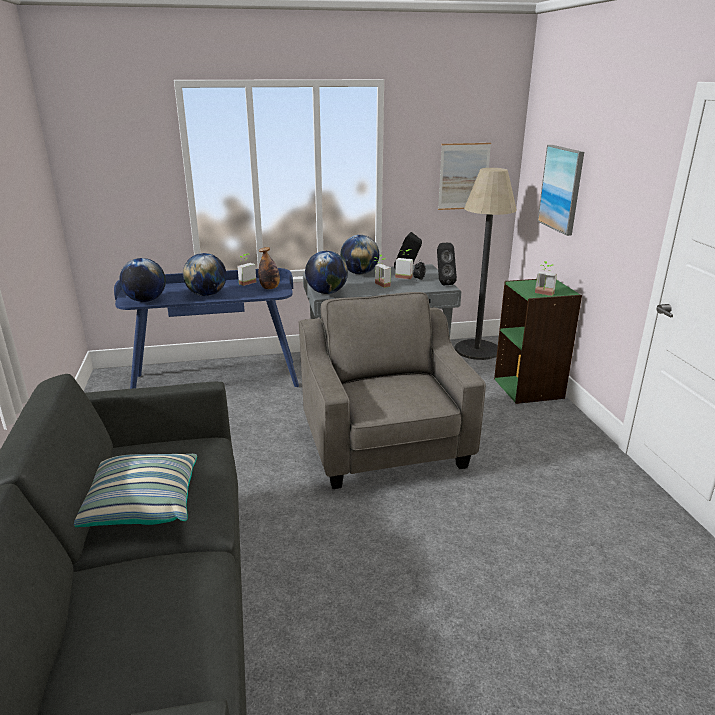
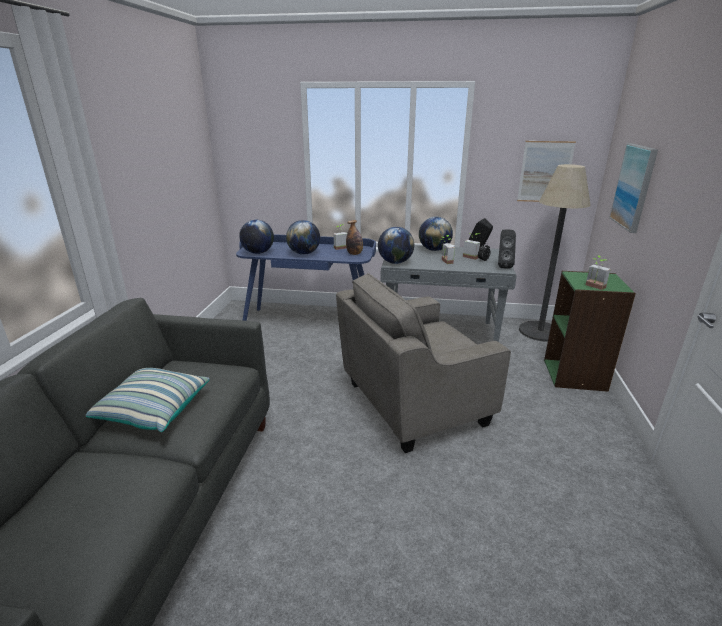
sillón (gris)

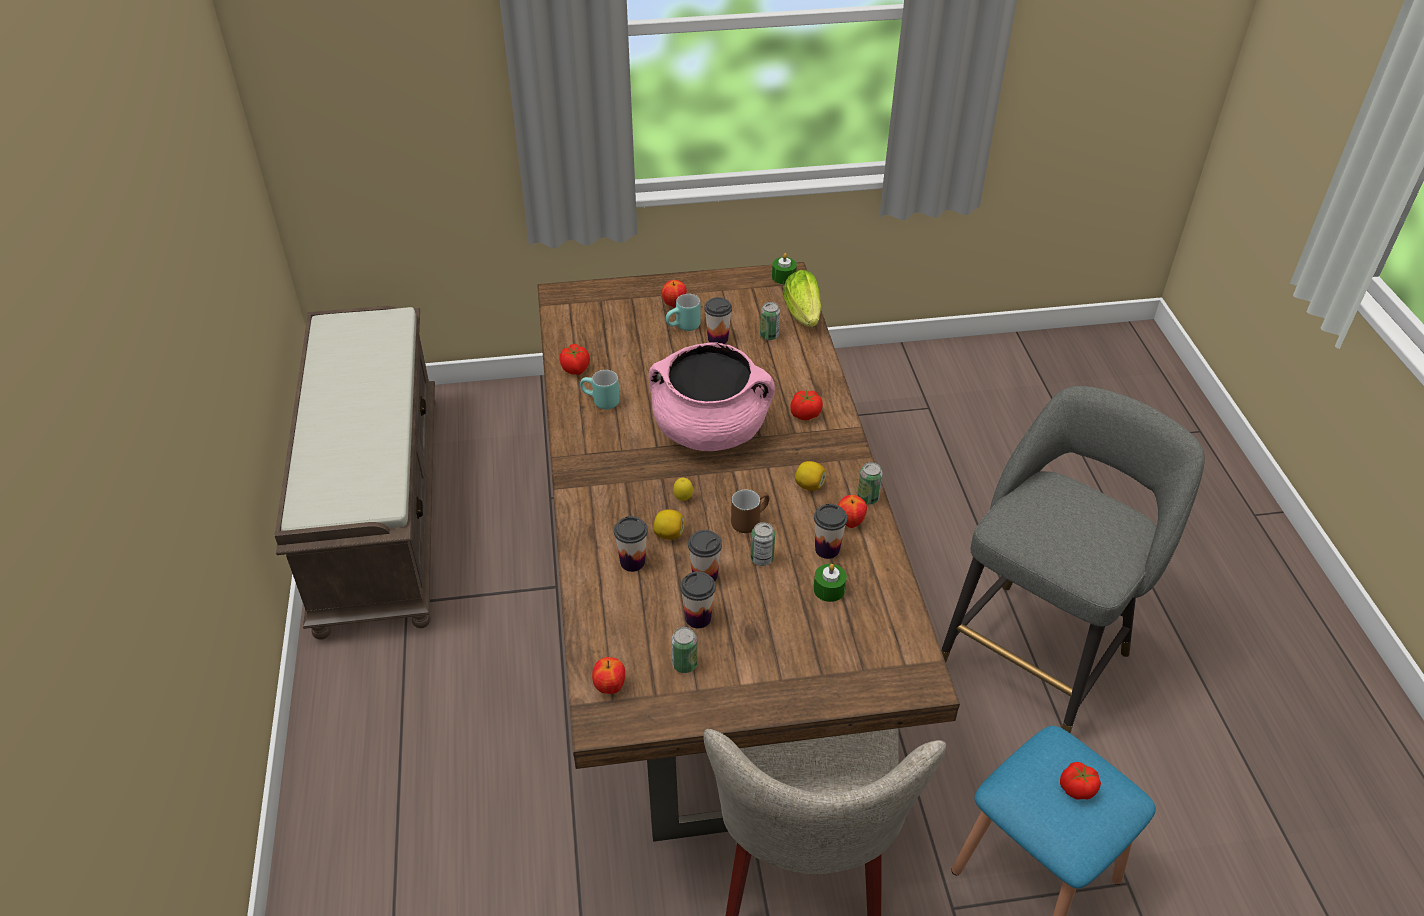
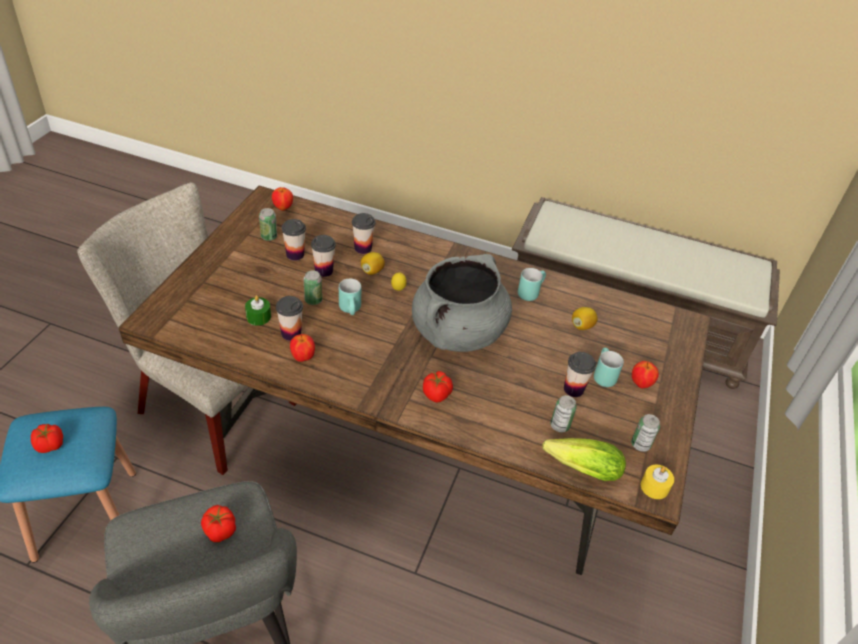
vela (amarillo); olla (gris); tomate (2nd from left); limón (3rd from left); lata (4th from left); taza grande (turquesa) (1st from left)

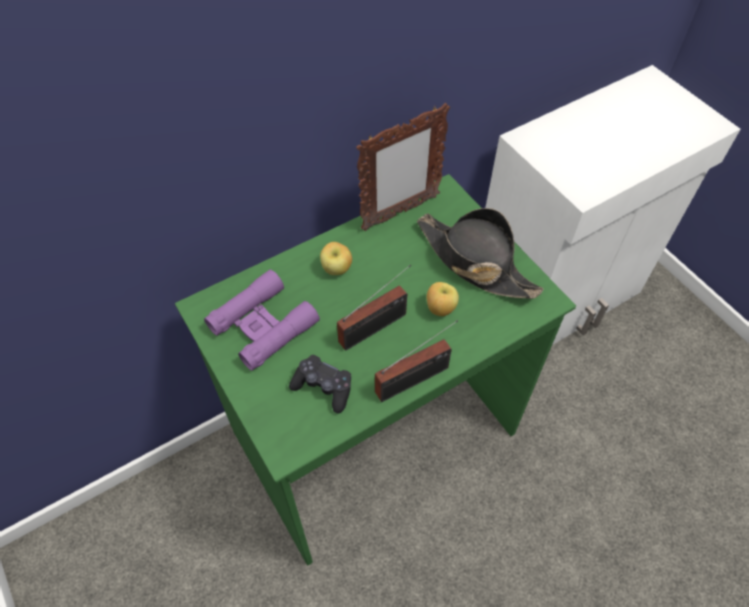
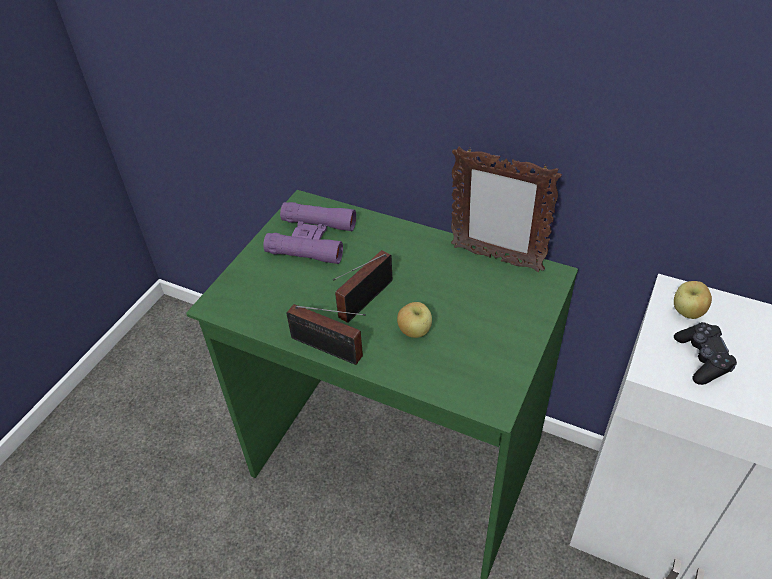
sombrero (negro); manzana (2nd from left); radio (2nd from left); mando de consola (negro)

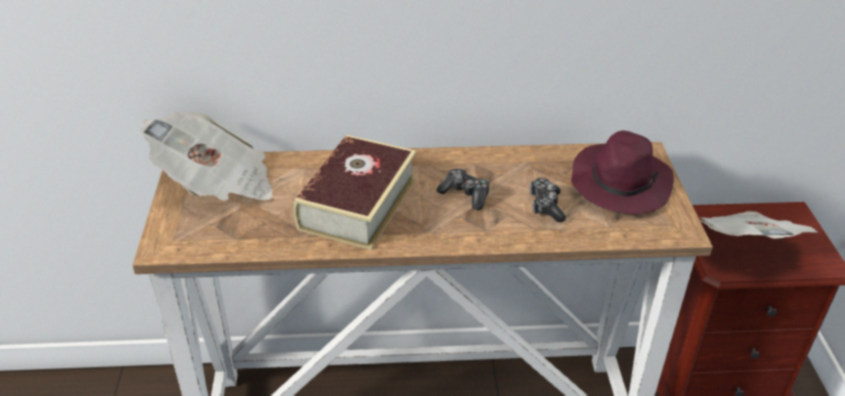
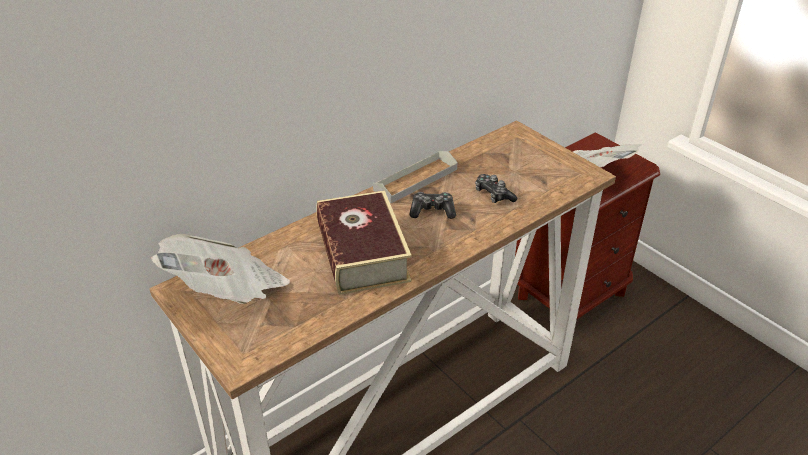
sombrero (morado); bandeja (gris)

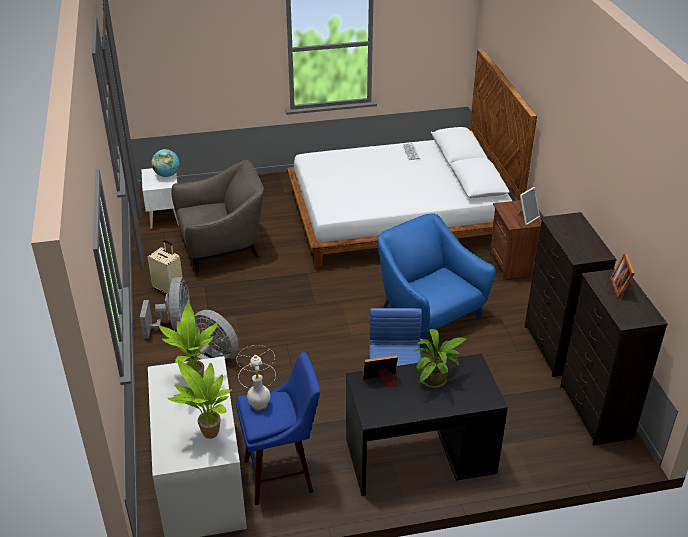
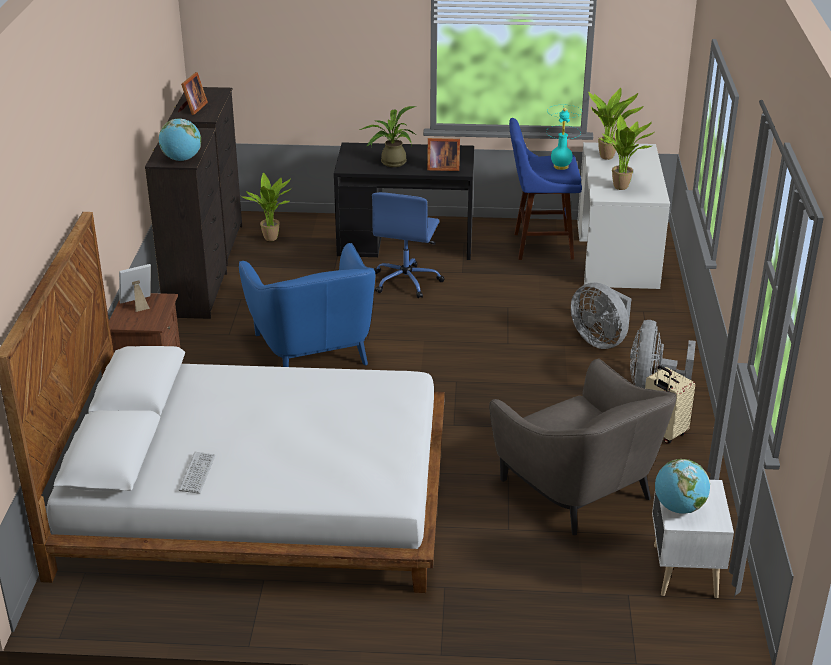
sillón (gris); lámpara de mesa (turquesa); globo terráqueo (1st from left); planta en maceta (1st from left)

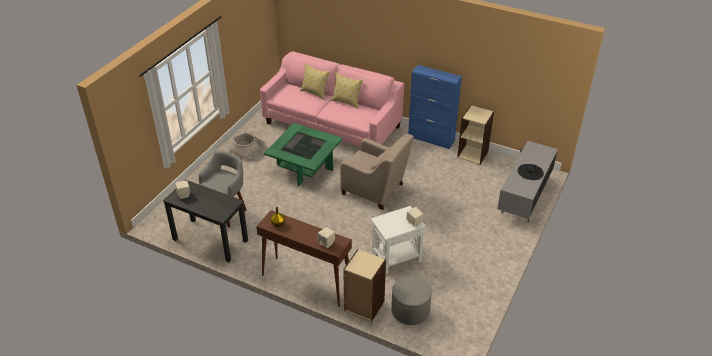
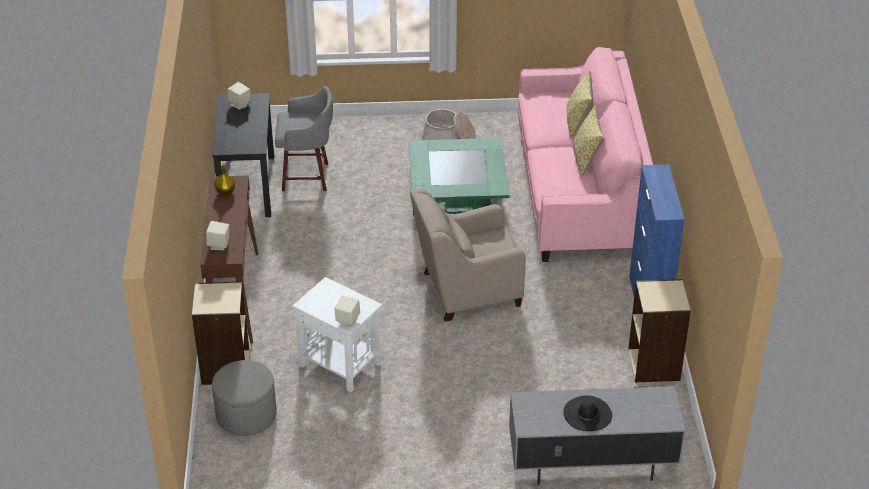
sillón (beis)

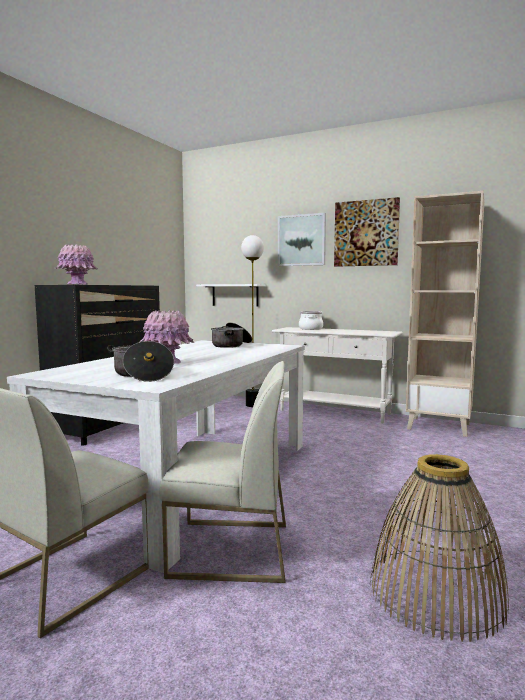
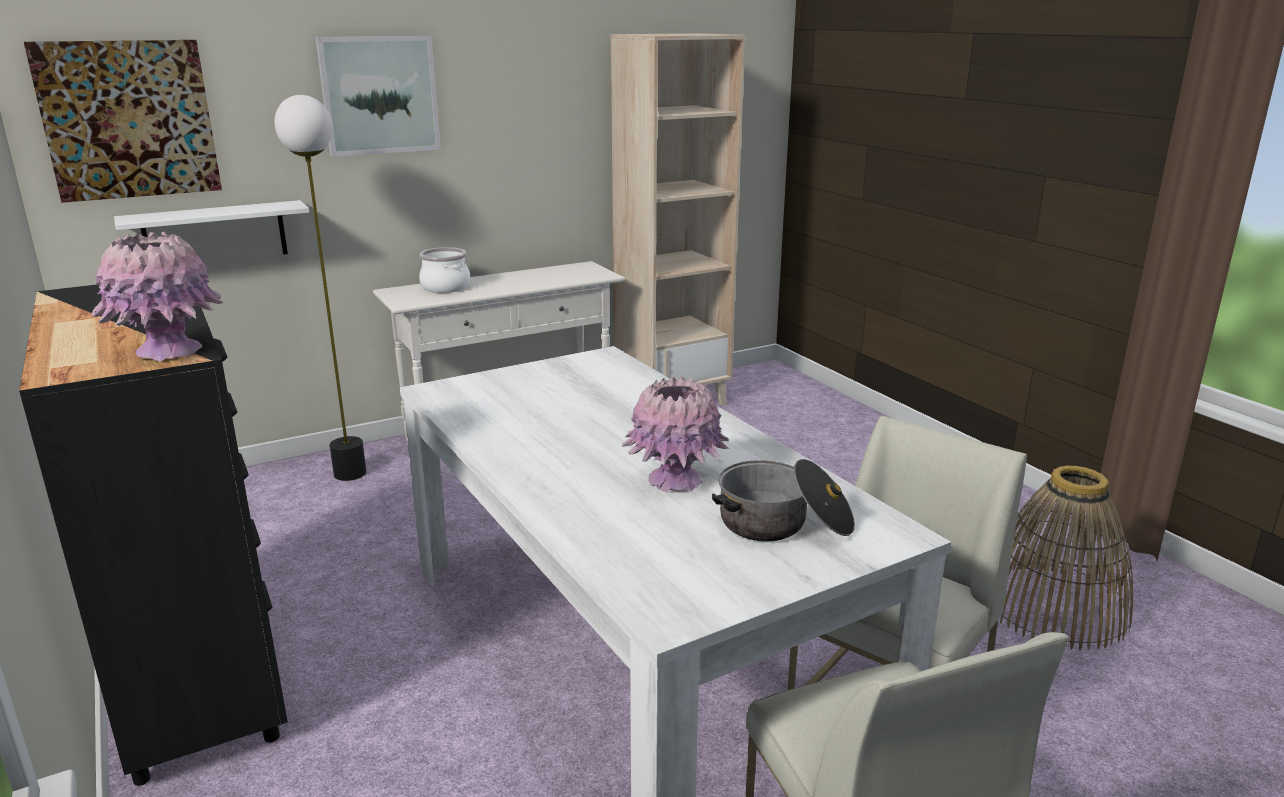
cuadro (1st from left); olla (2nd from left in the first image)

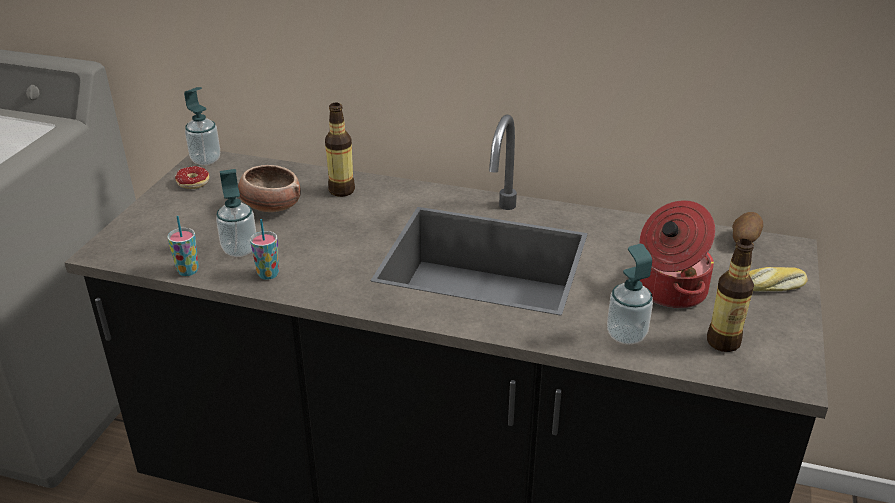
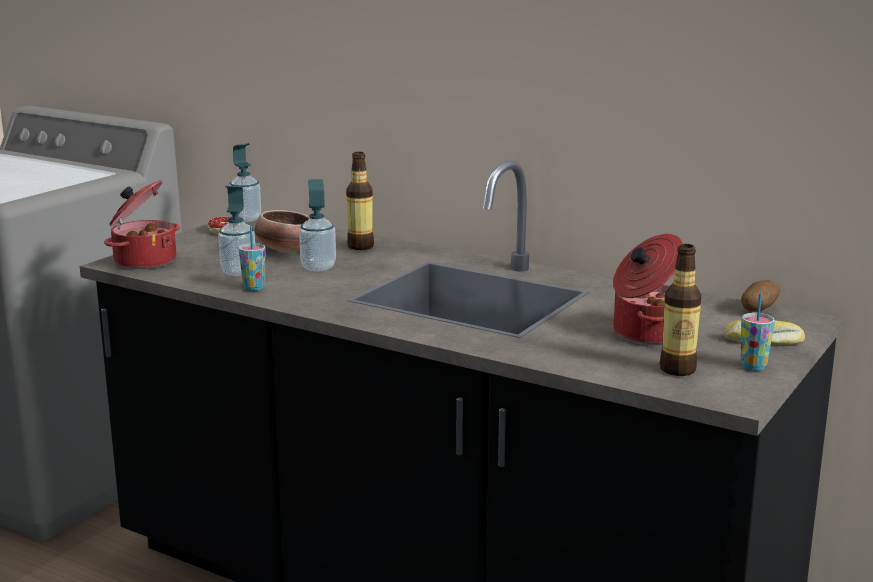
taza (2nd from left); dispensador de jabón (3rd from left); olla (1st from left)

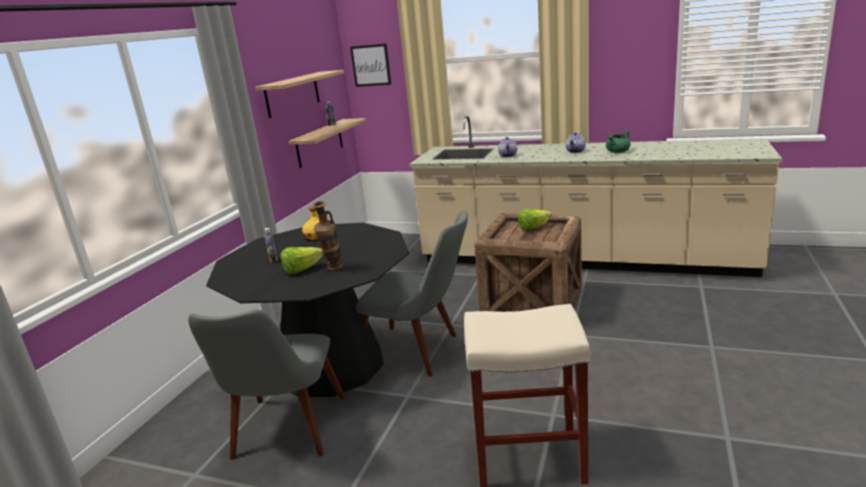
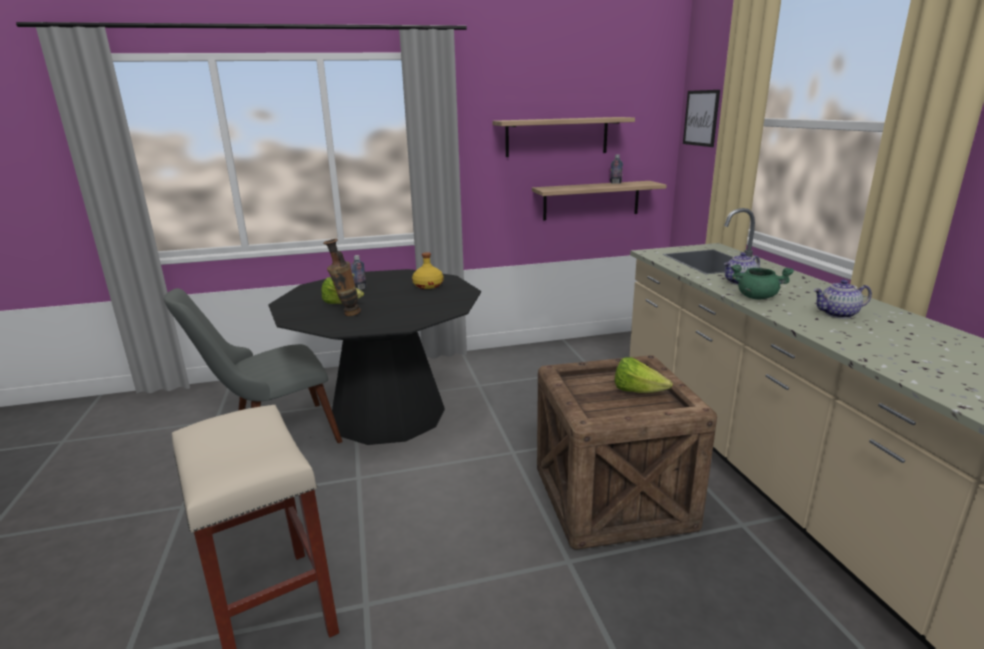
olla (verde); silla (gris) (2nd from left in the first image)

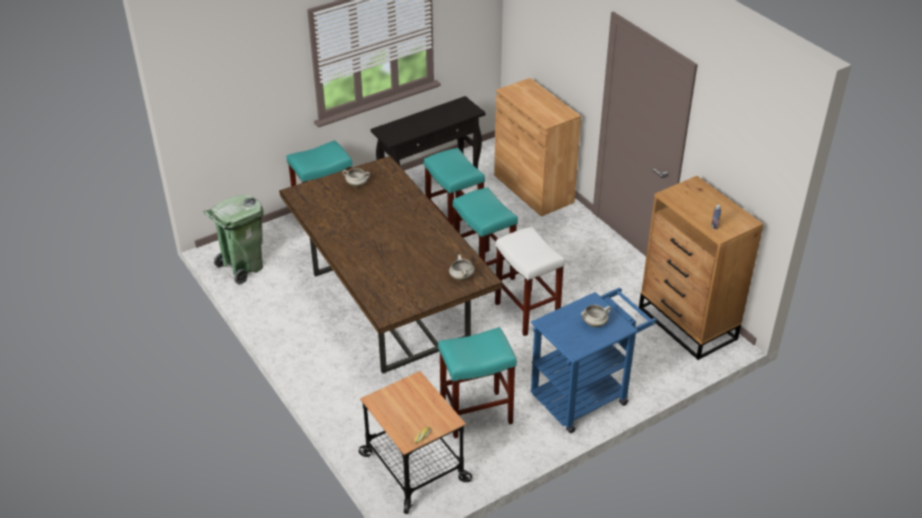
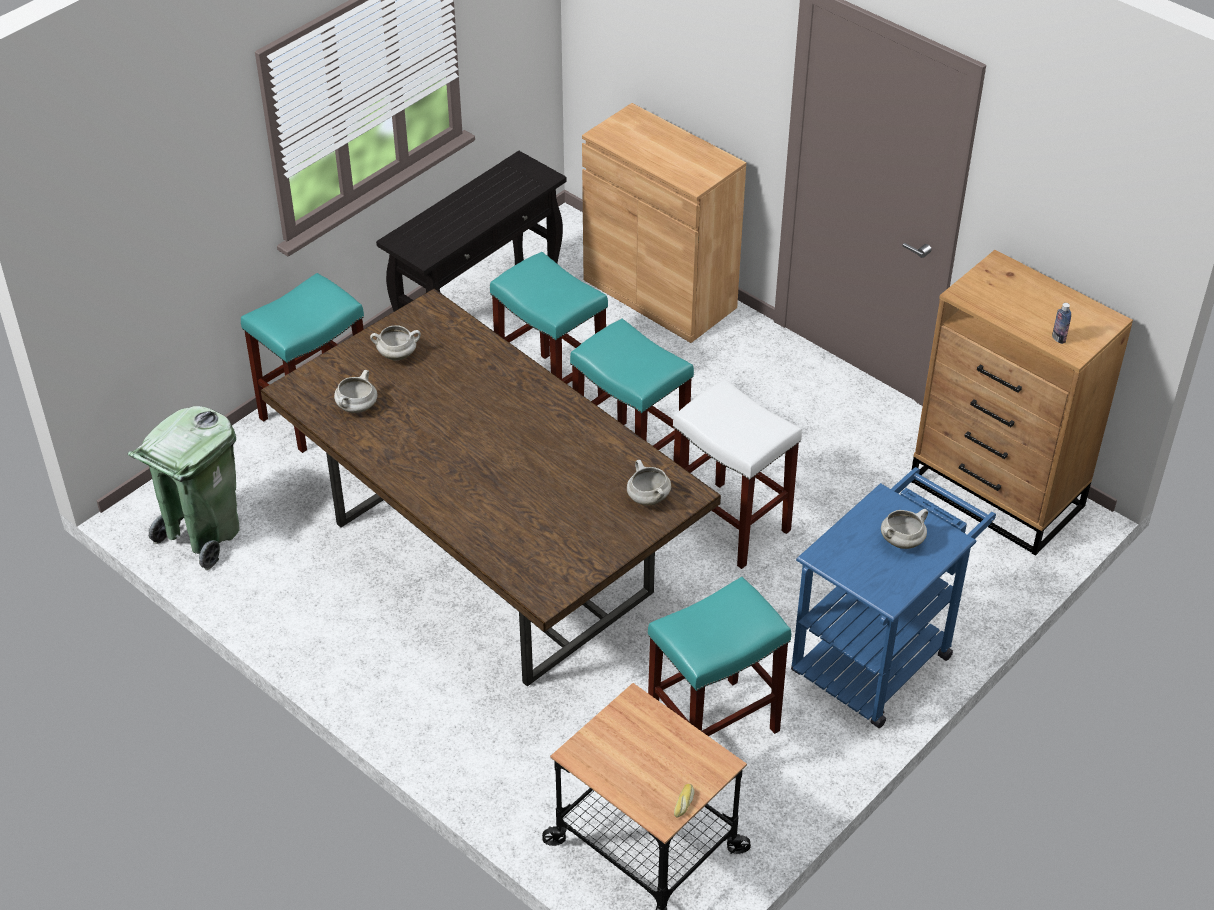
olla (blanco) (1st from left)

